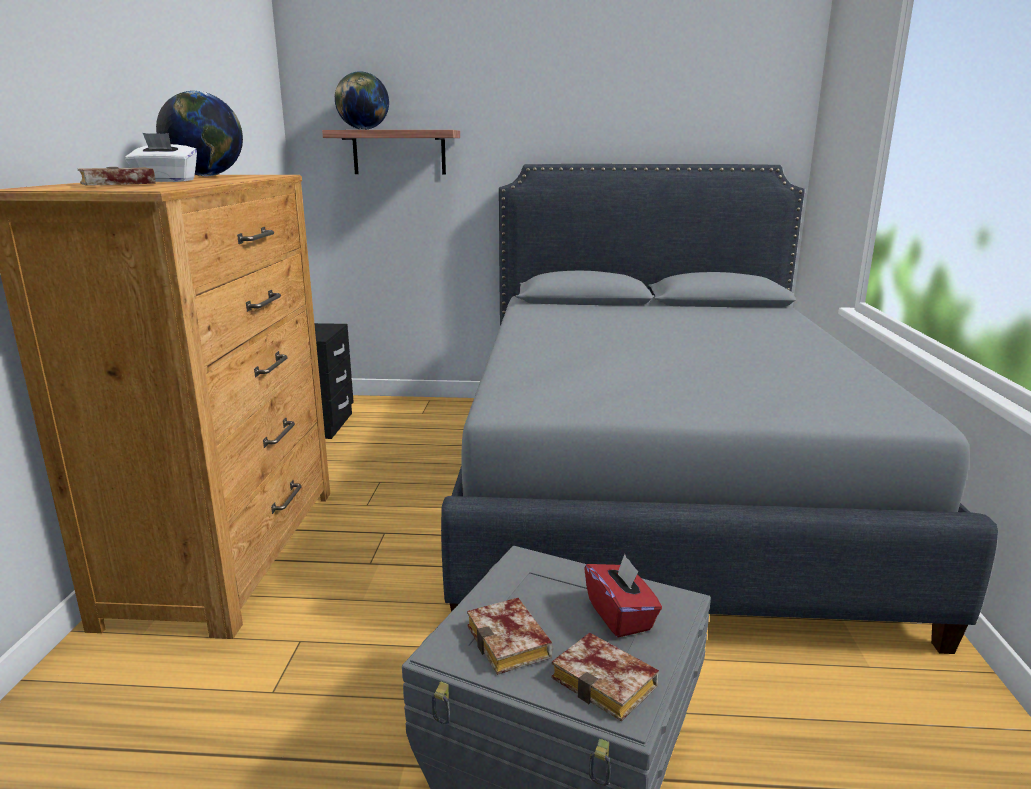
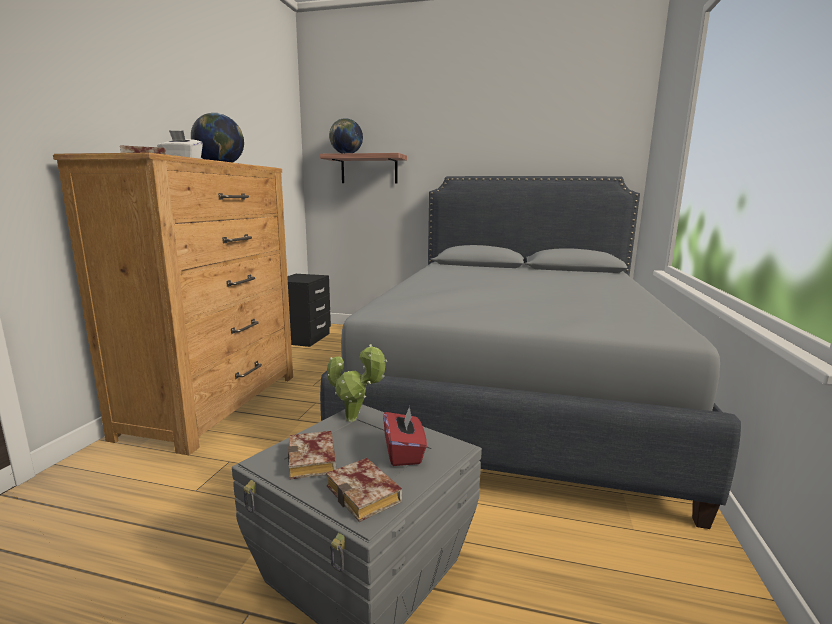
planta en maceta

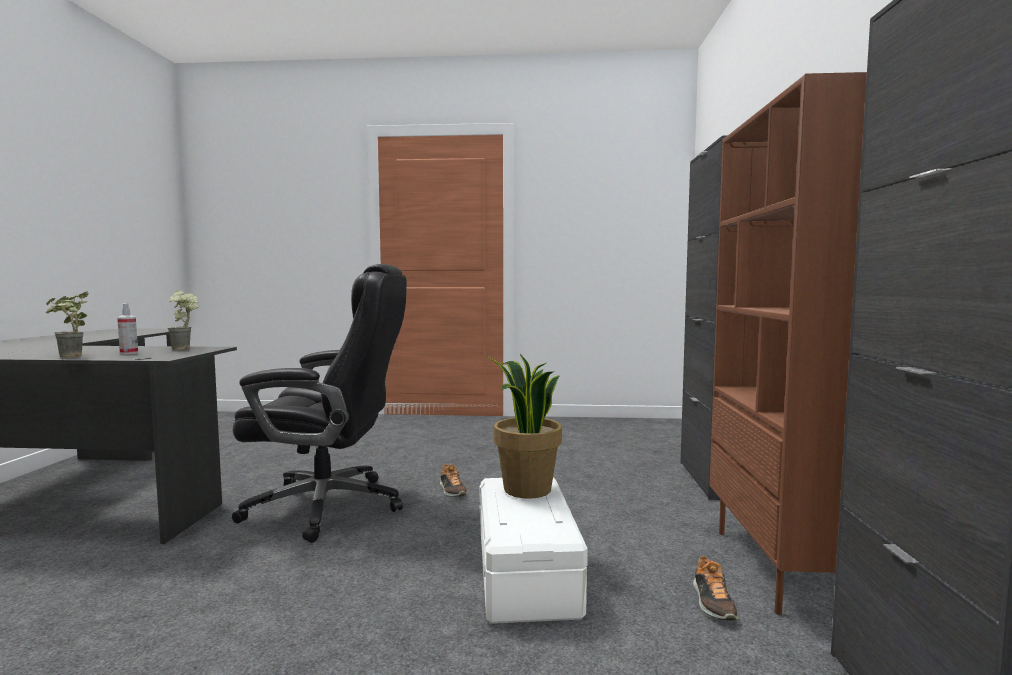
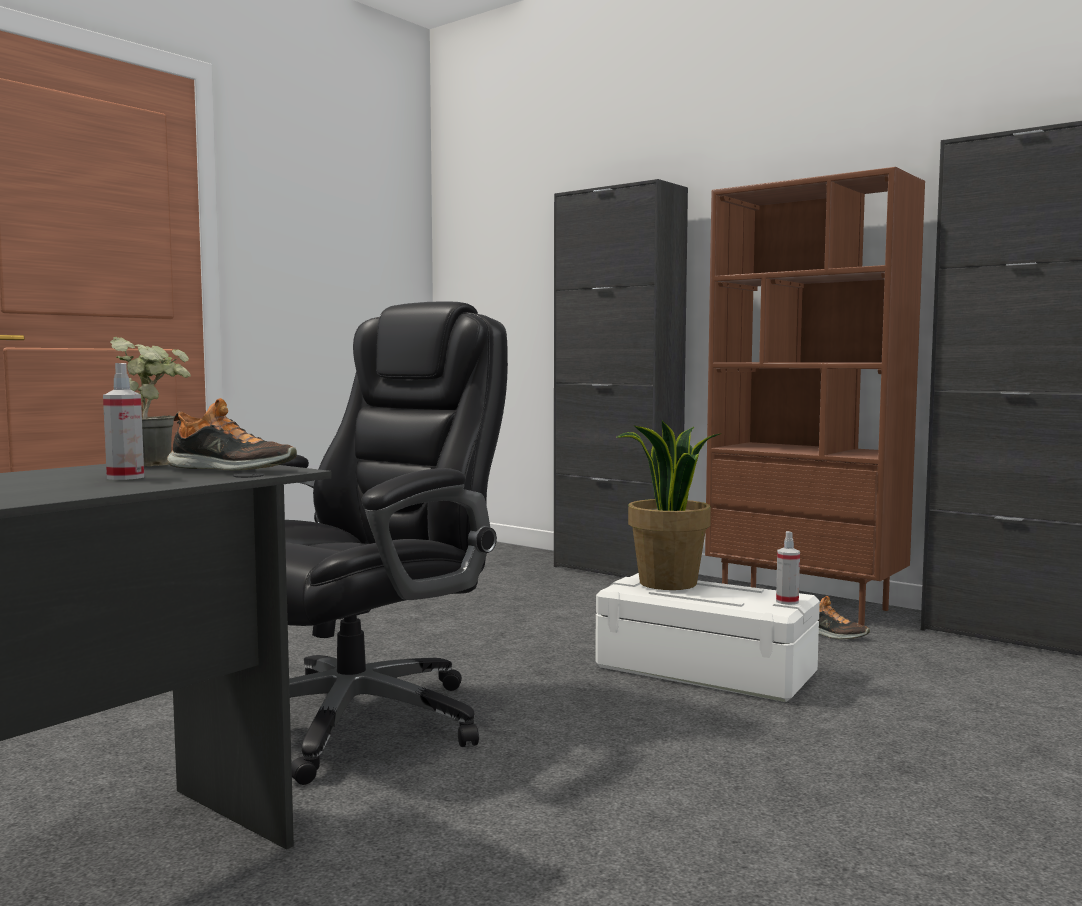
planta en maceta (1st from left in the first image); zapato (1st from left); pulverizador (2nd from left)

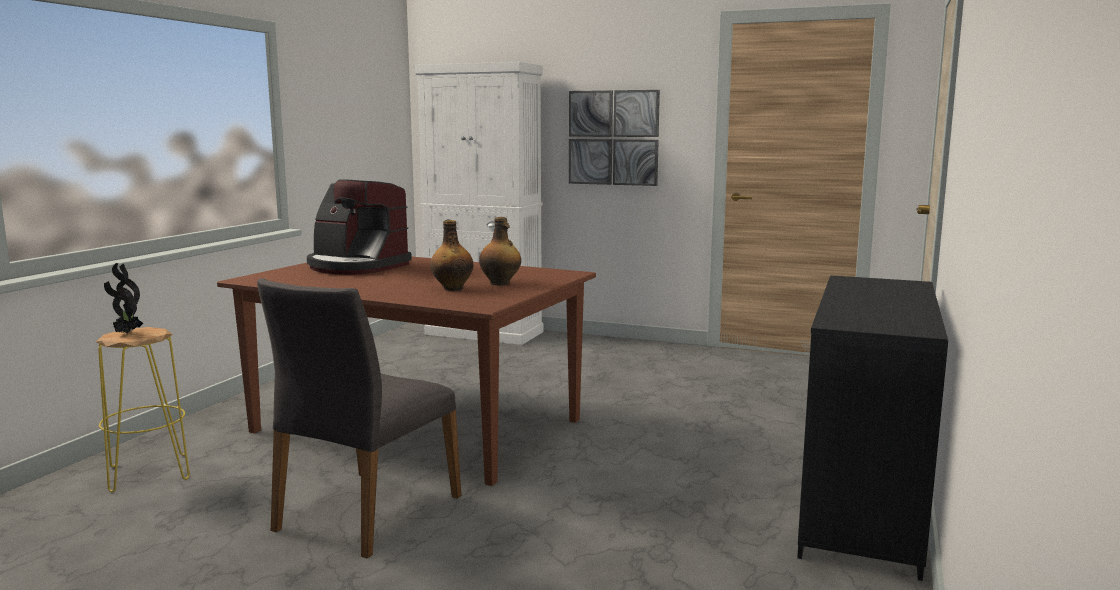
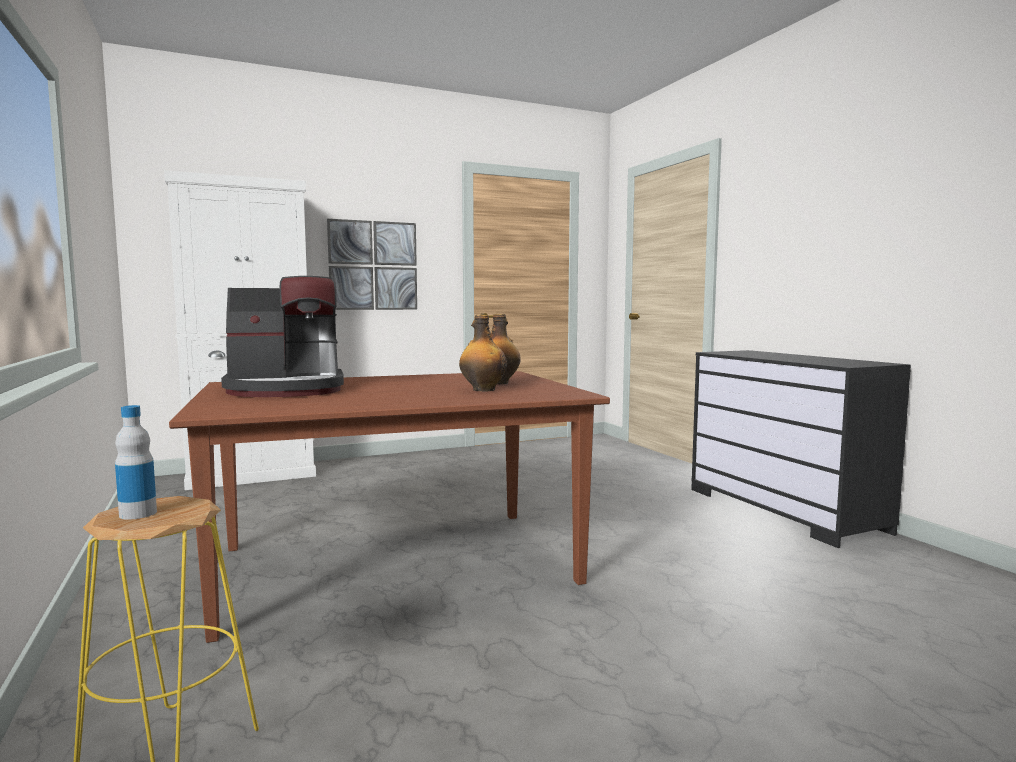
botella (1st from left); silla (gris)

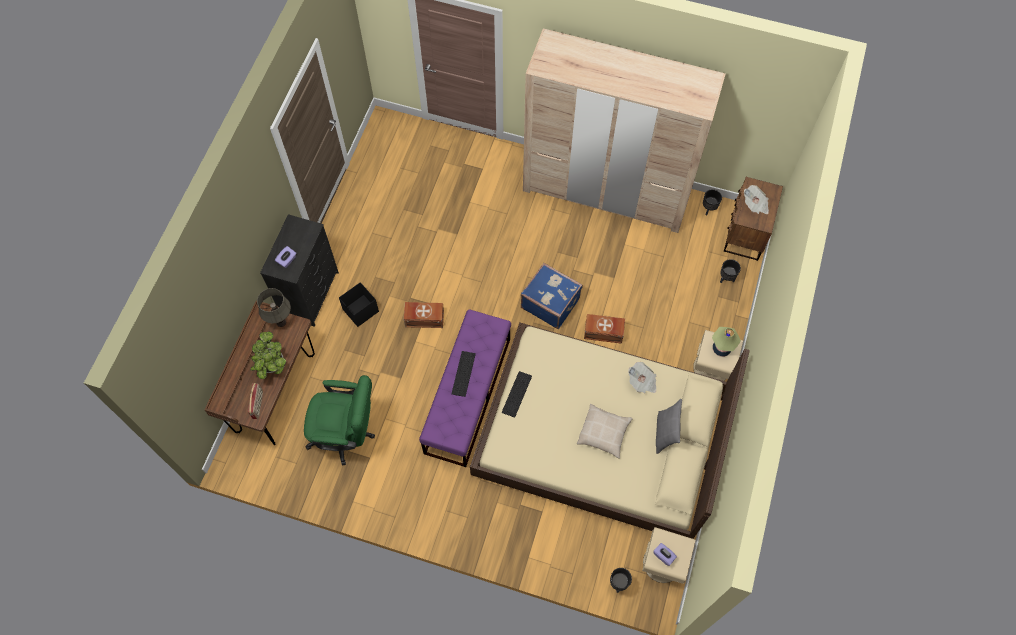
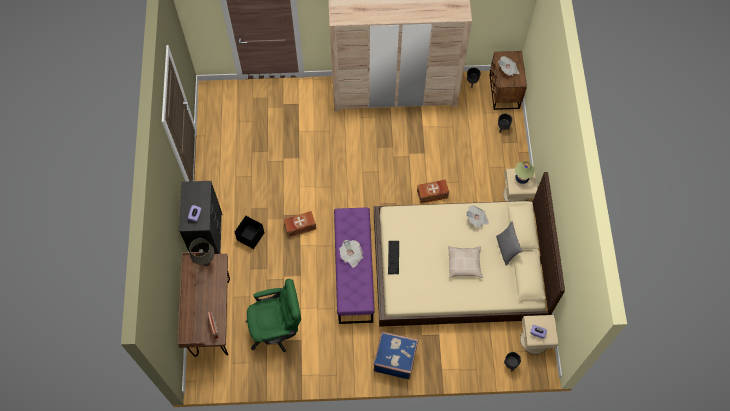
maleta (azul); planta en maceta; periódico (1st from left)

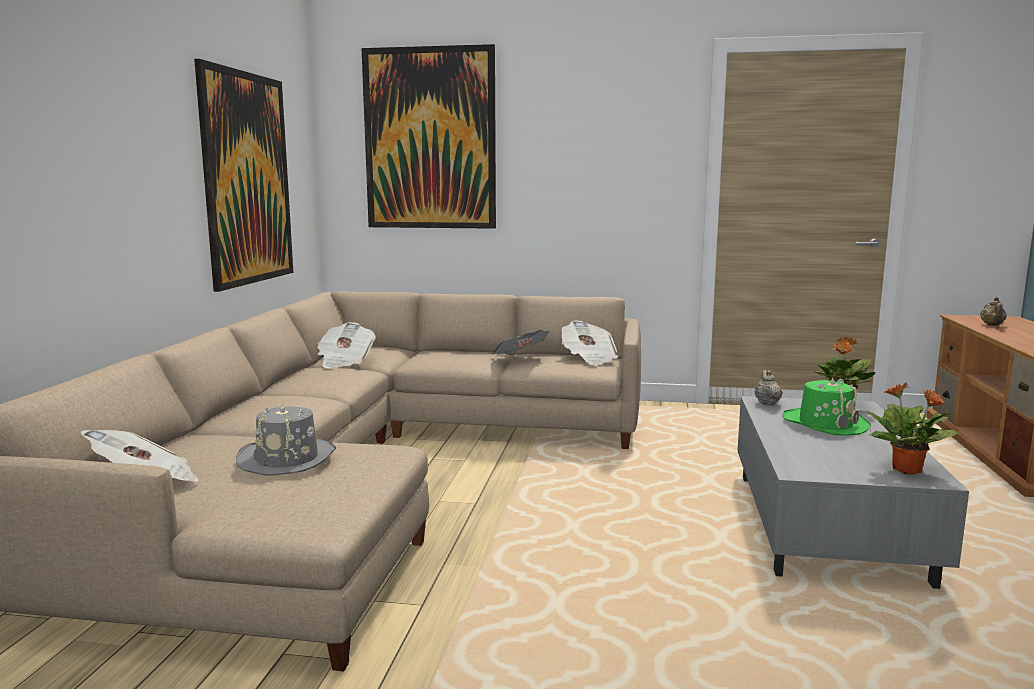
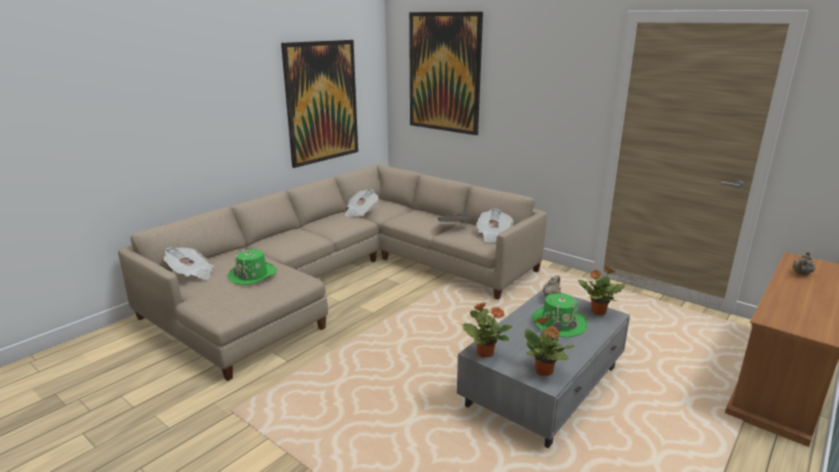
sombrero (verde) (1st from left); planta en maceta (1st from left)

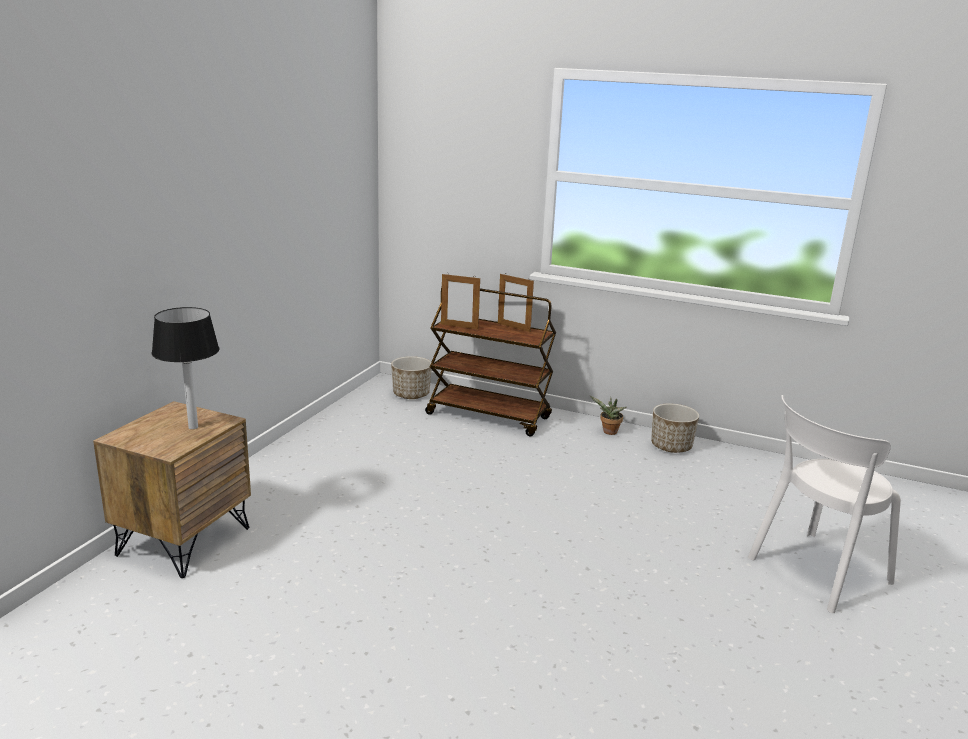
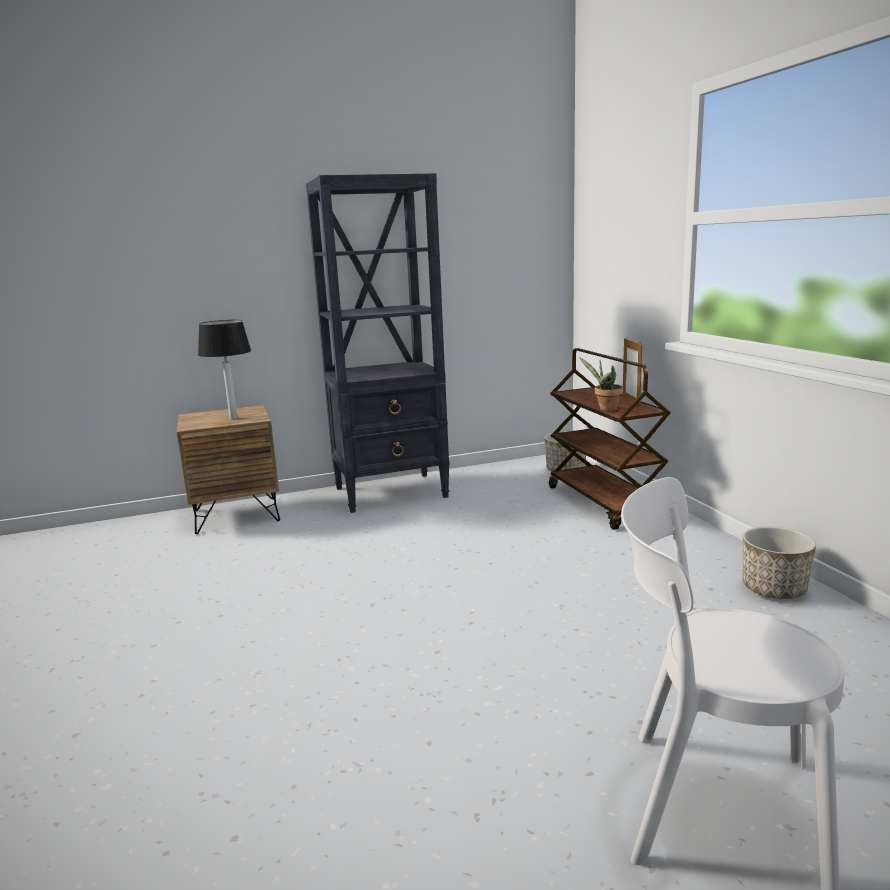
portarretratos (1st from left in the first image); planta en maceta; estantería (negro)

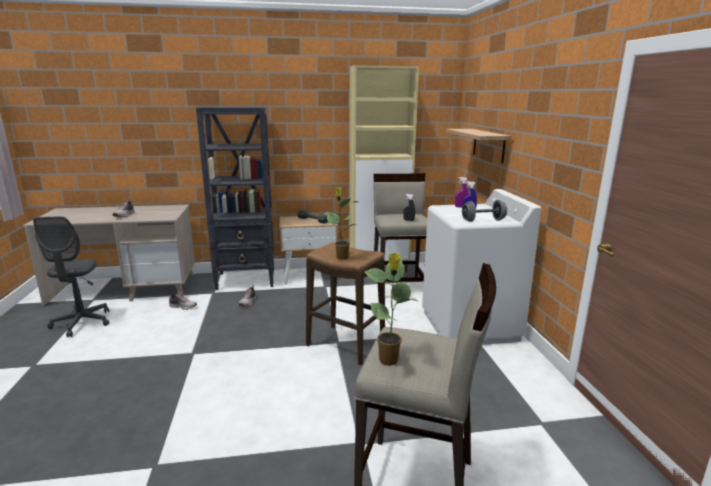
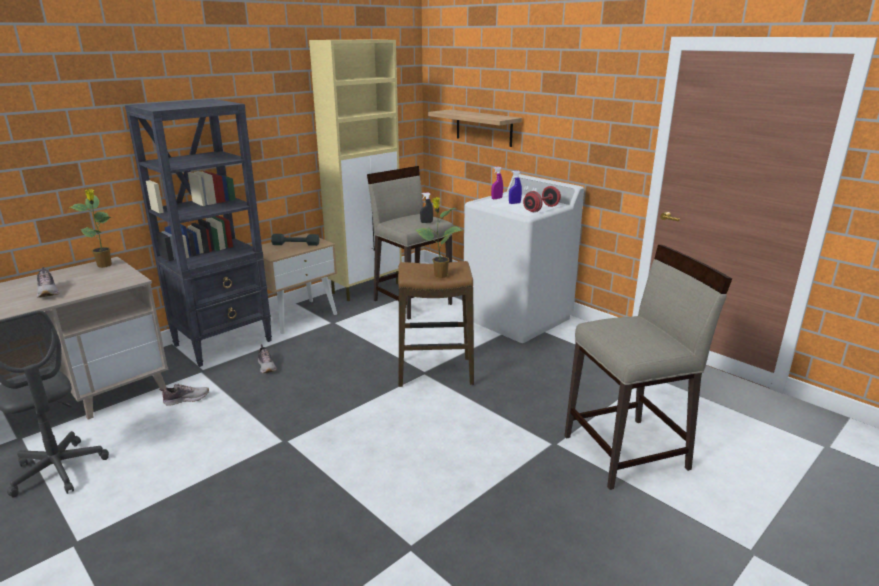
mancuerna (rojo); planta en maceta (1st from left)

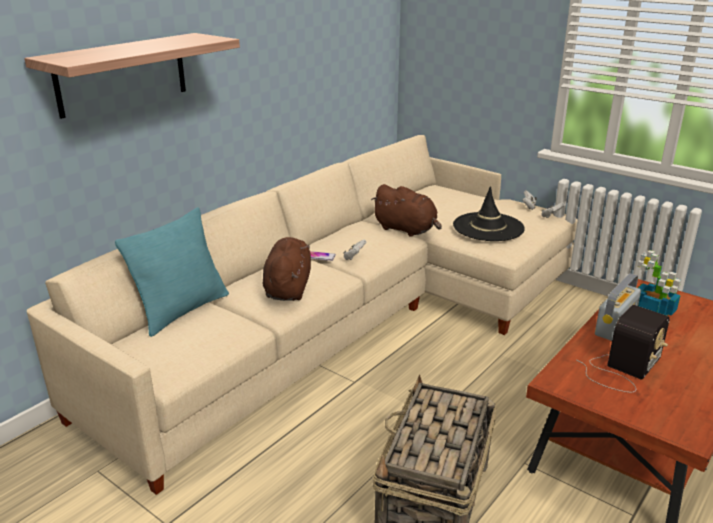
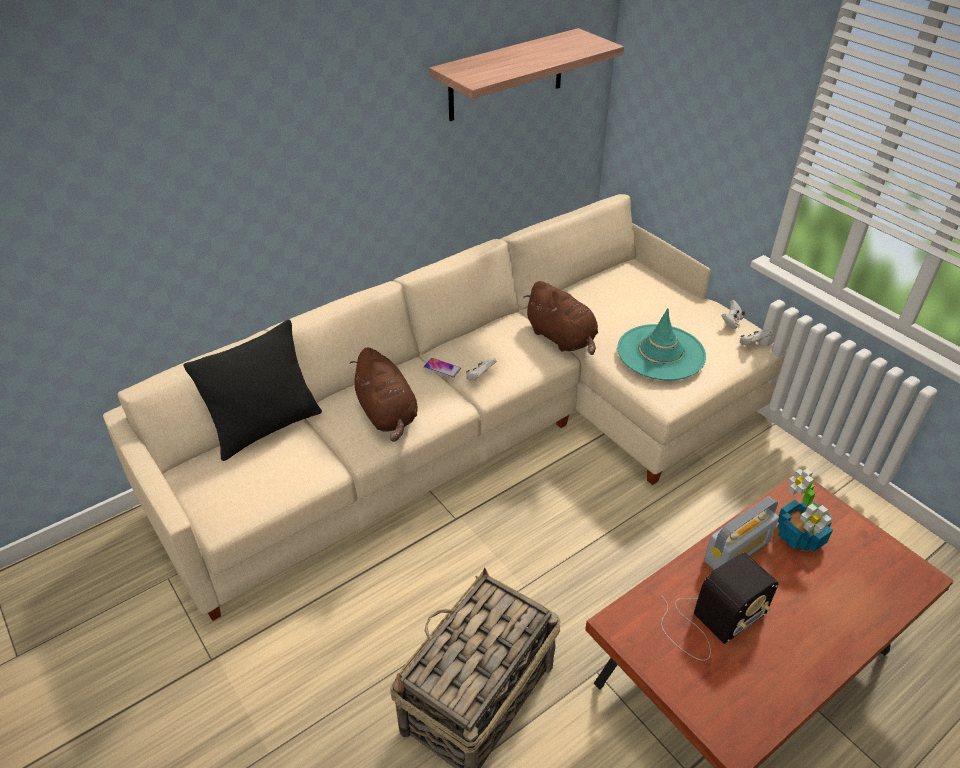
estante; sombrero (turquesa); cojín (negro); peluche (marrón) (1st from left)

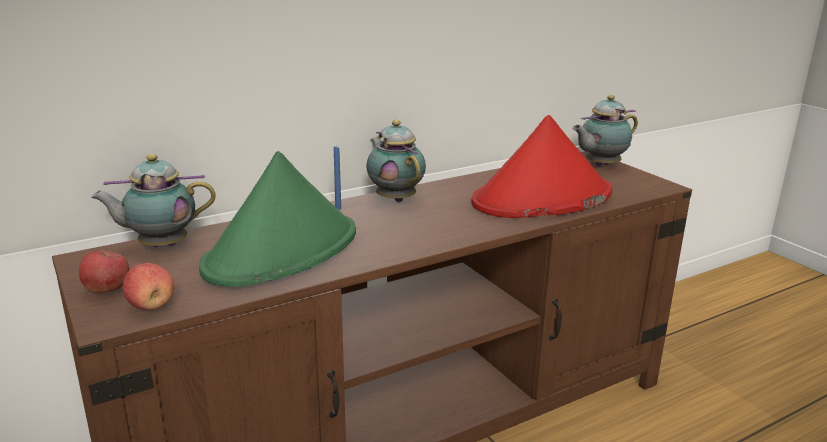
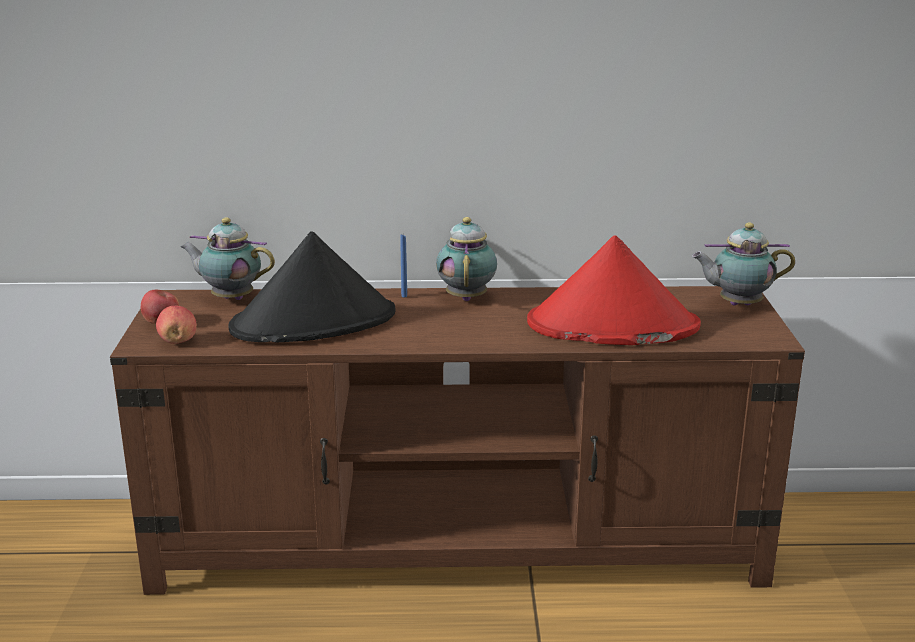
sombrero (negro)

